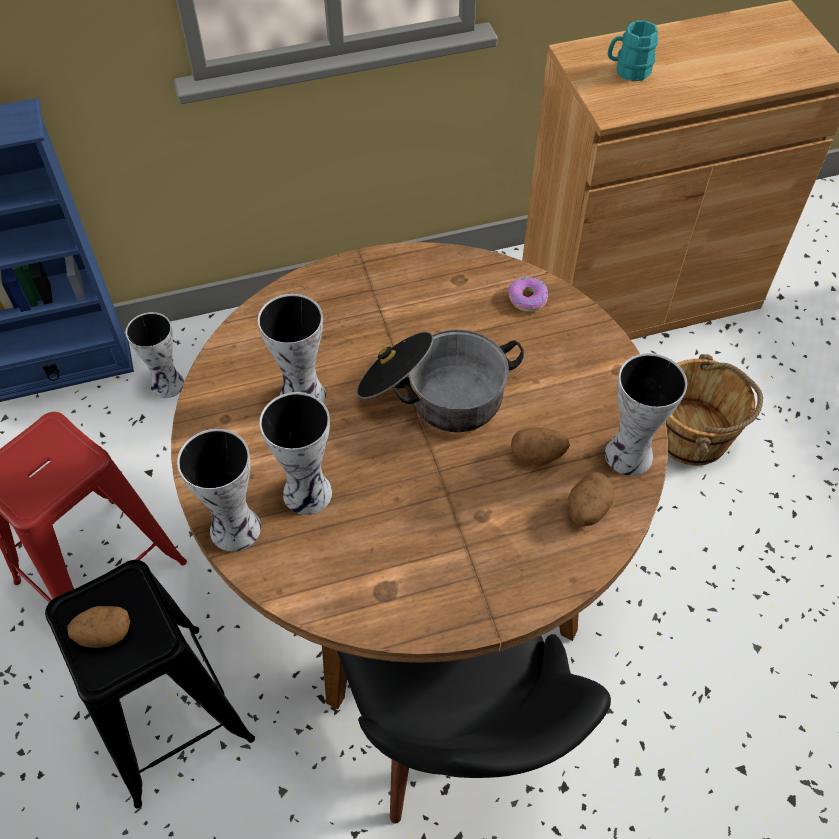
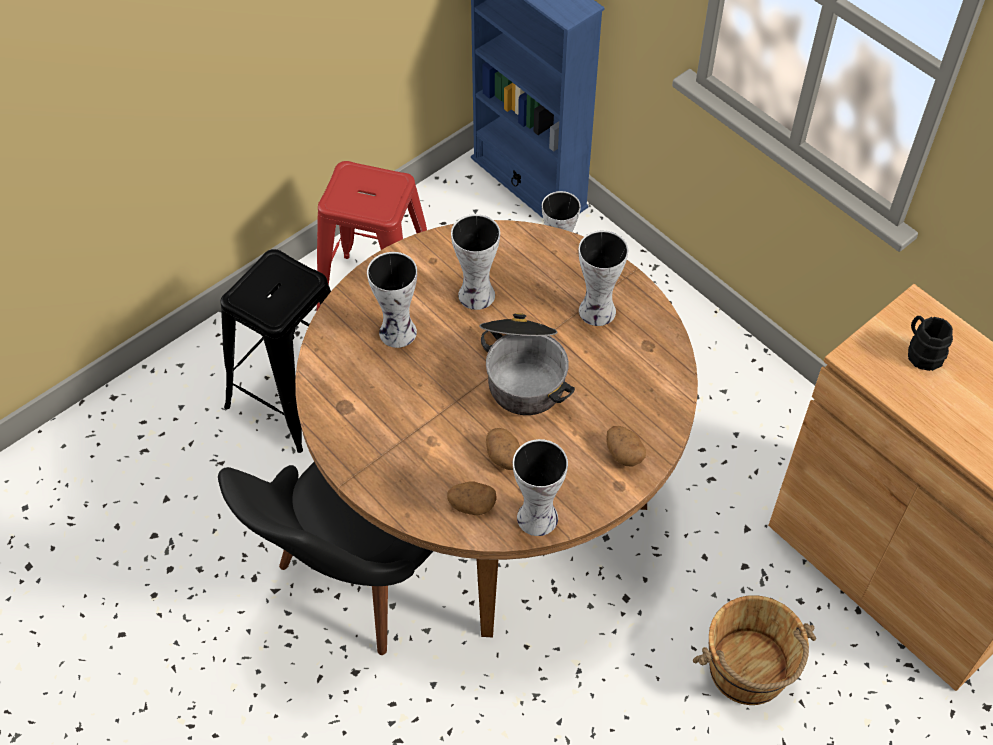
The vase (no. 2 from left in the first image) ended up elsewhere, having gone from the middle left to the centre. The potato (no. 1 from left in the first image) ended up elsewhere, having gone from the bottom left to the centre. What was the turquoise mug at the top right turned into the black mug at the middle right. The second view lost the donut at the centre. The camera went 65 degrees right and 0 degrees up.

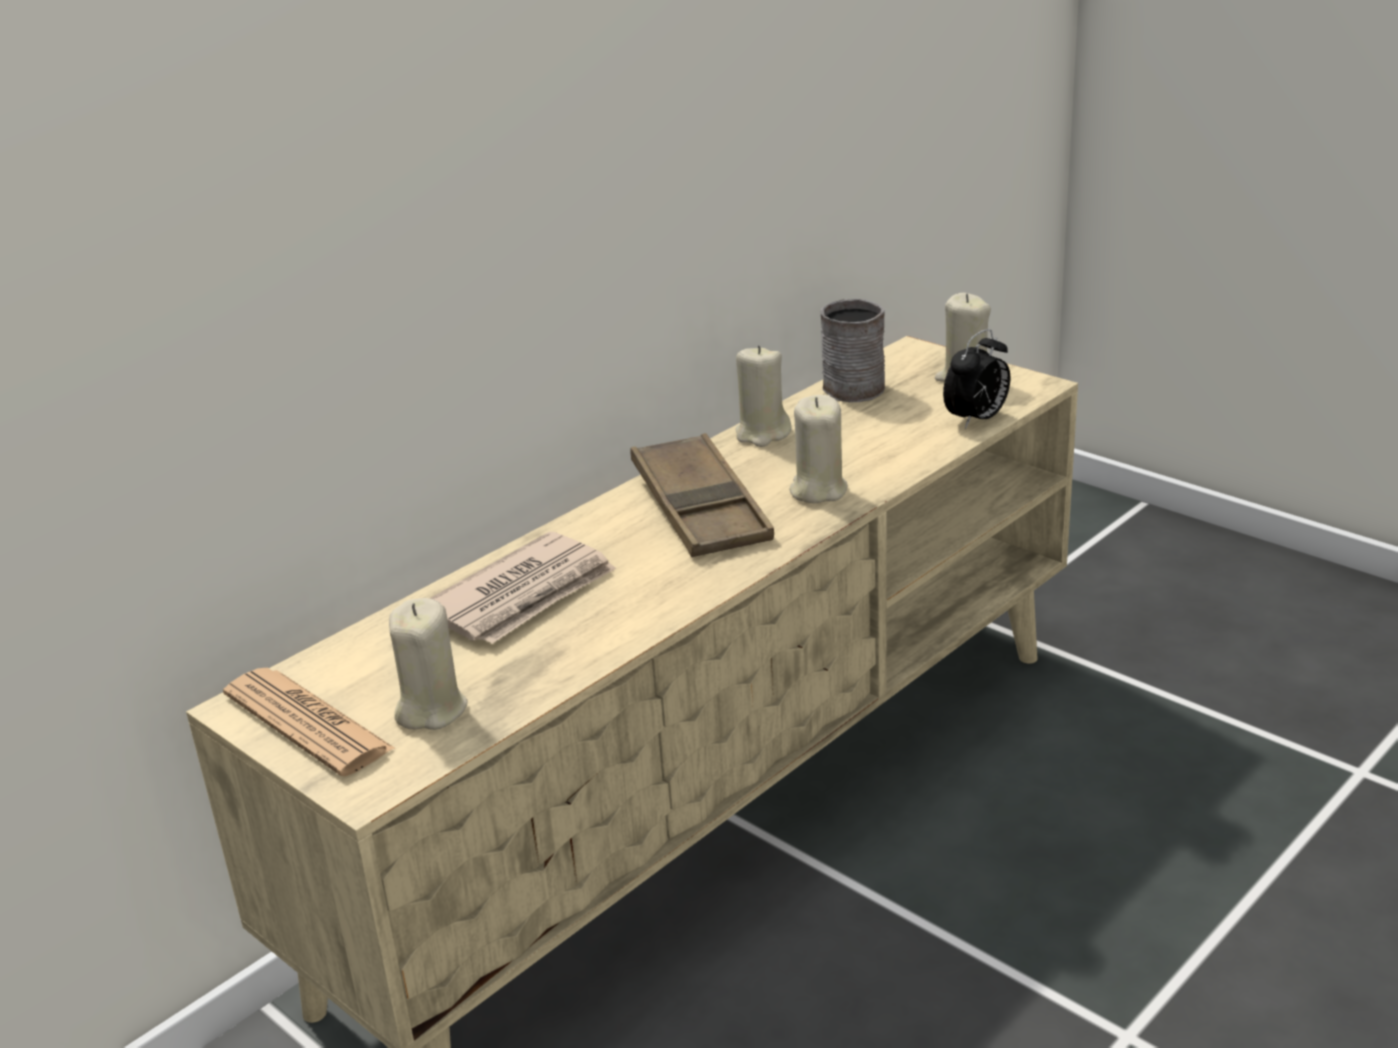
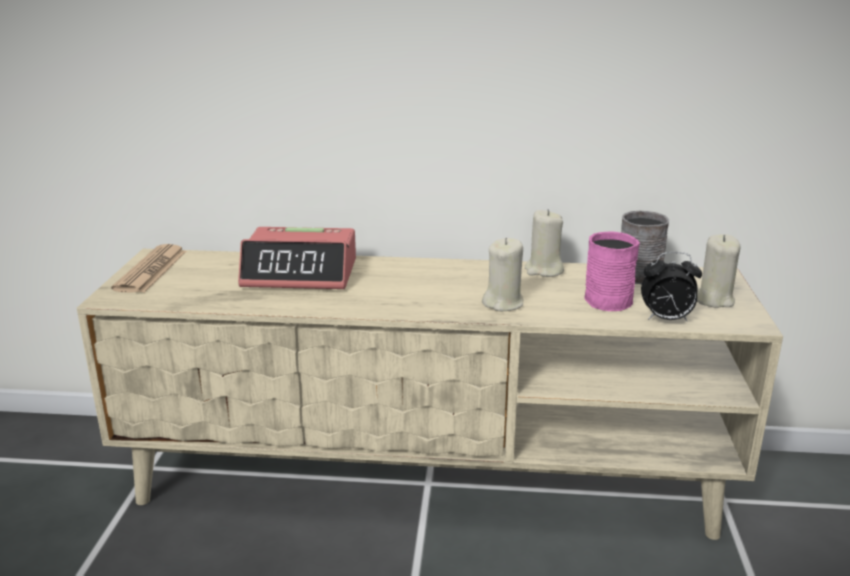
Where the newspaper (no. 2 from left) stood at the centre, the alarm clock (no. 1 from left) came to stand at the centre. The second view gained the pink mug at the middle right. The second view lost the beige candle (no. 1 from left) at the middle left. The second view lost the brown tray at the centre. The camera went 50 degrees right and 5 degrees down.

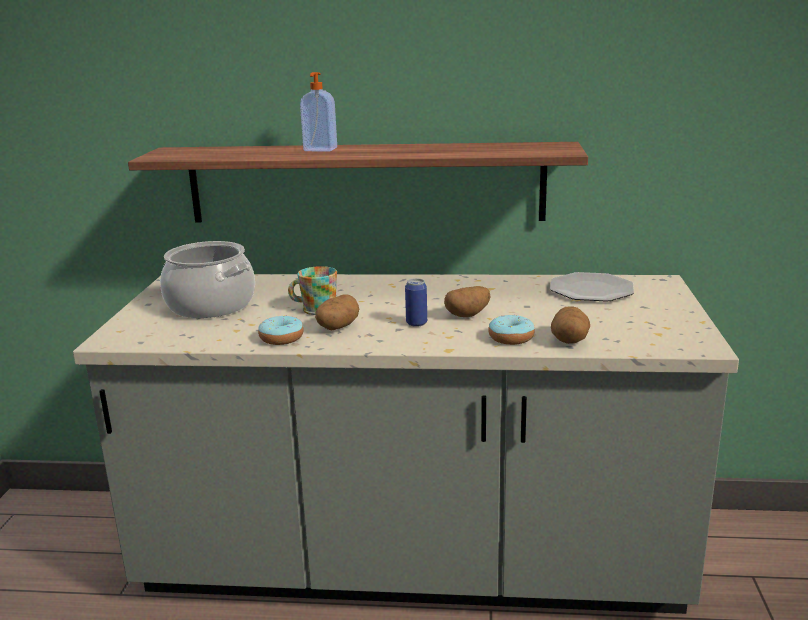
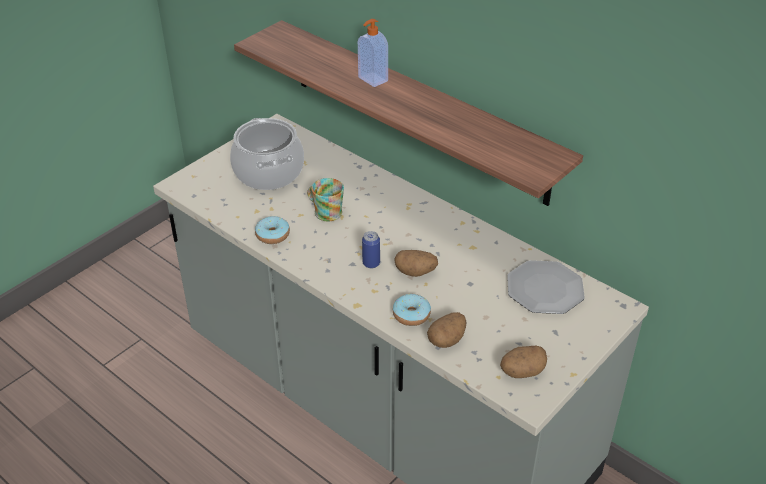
The potato (no. 1 from left in the first image) ended up elsewhere, having gone from the centre to the bottom right. The camera went 35 degrees right and 20 degrees up.

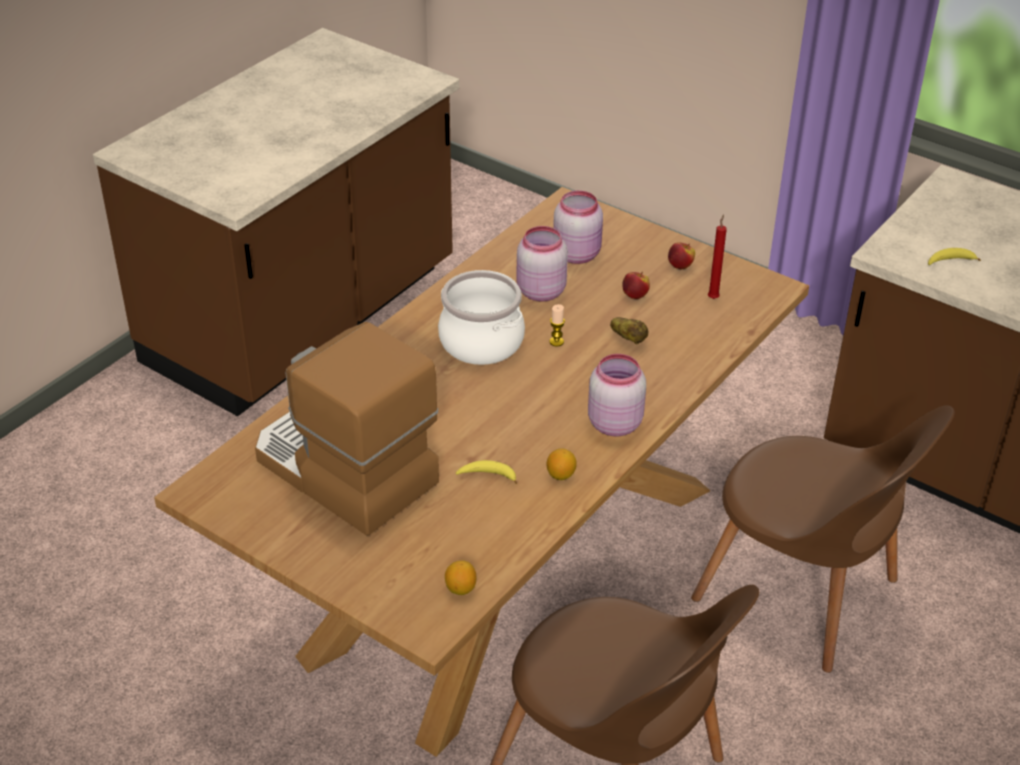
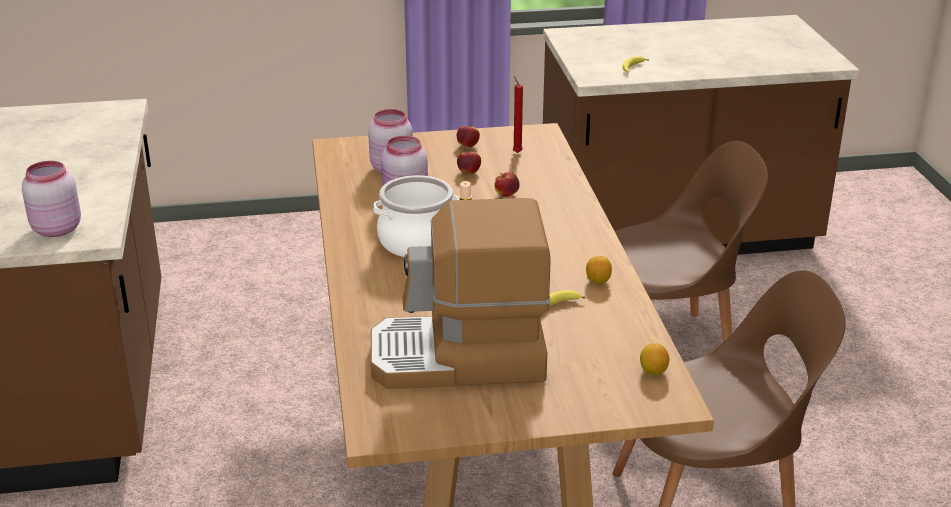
The pink jar (no. 3 from left in the first image) ended up elsewhere, having gone from the centre to the middle left. Where the potato stood at the centre, the apple (no. 3 from left) came to stand at the centre. The camera went 45 degrees left and 10 degrees down.

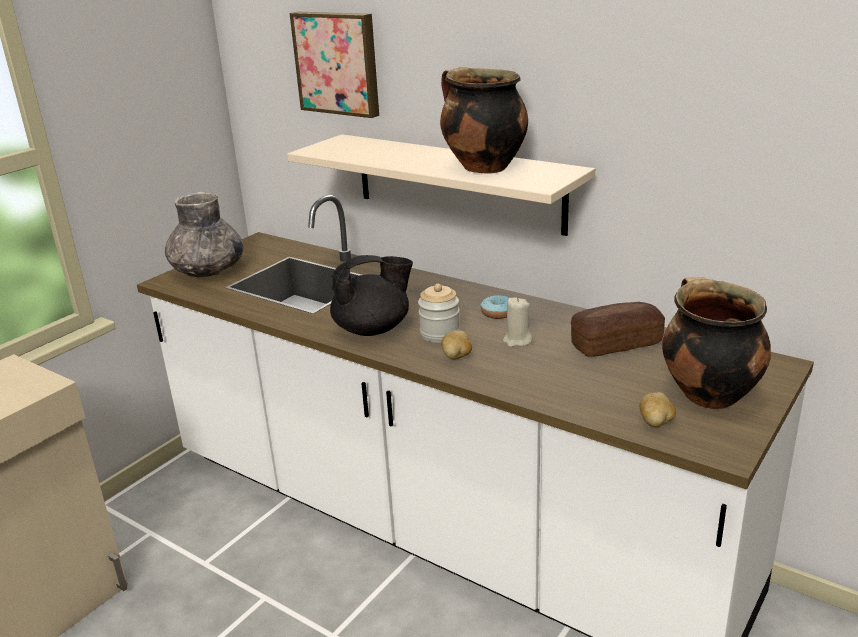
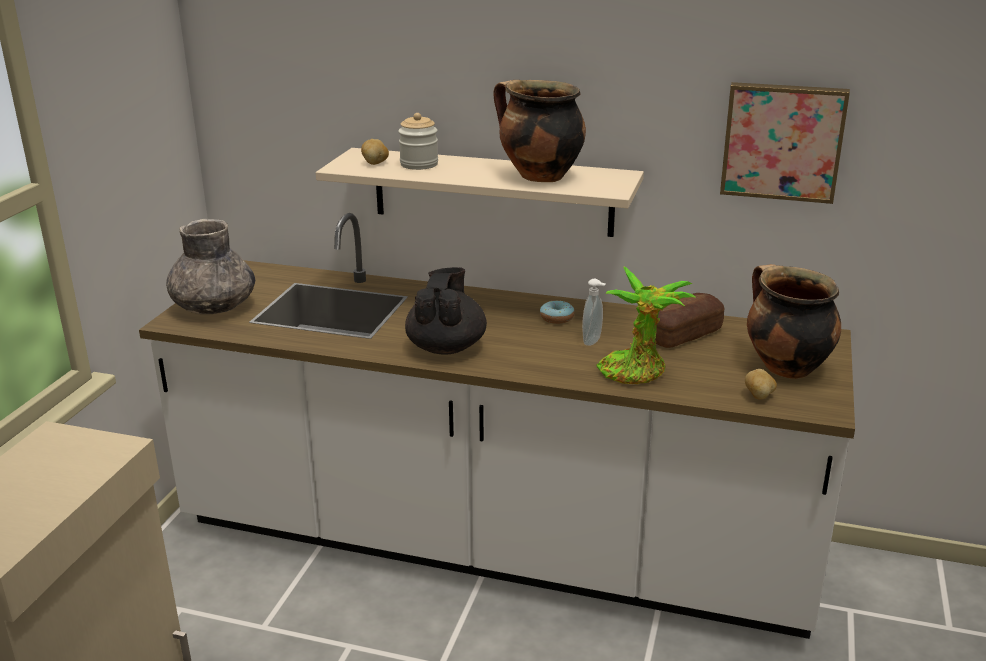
The potato (no. 1 from left) ended up elsewhere, having gone from the centre to the top centre. The jar ended up elsewhere, having gone from the centre to the top centre. The black teapot at the centre ended up facing another way, 45 degrees counterclockwise from before. Where the beige candle stood at the centre, the soap dispenser came to stand at the centre. The second view gained the potted plant at the centre. The picture ended up elsewhere, having gone from the top centre to the top right. The camera went 20 degrees left and 0 degrees up.

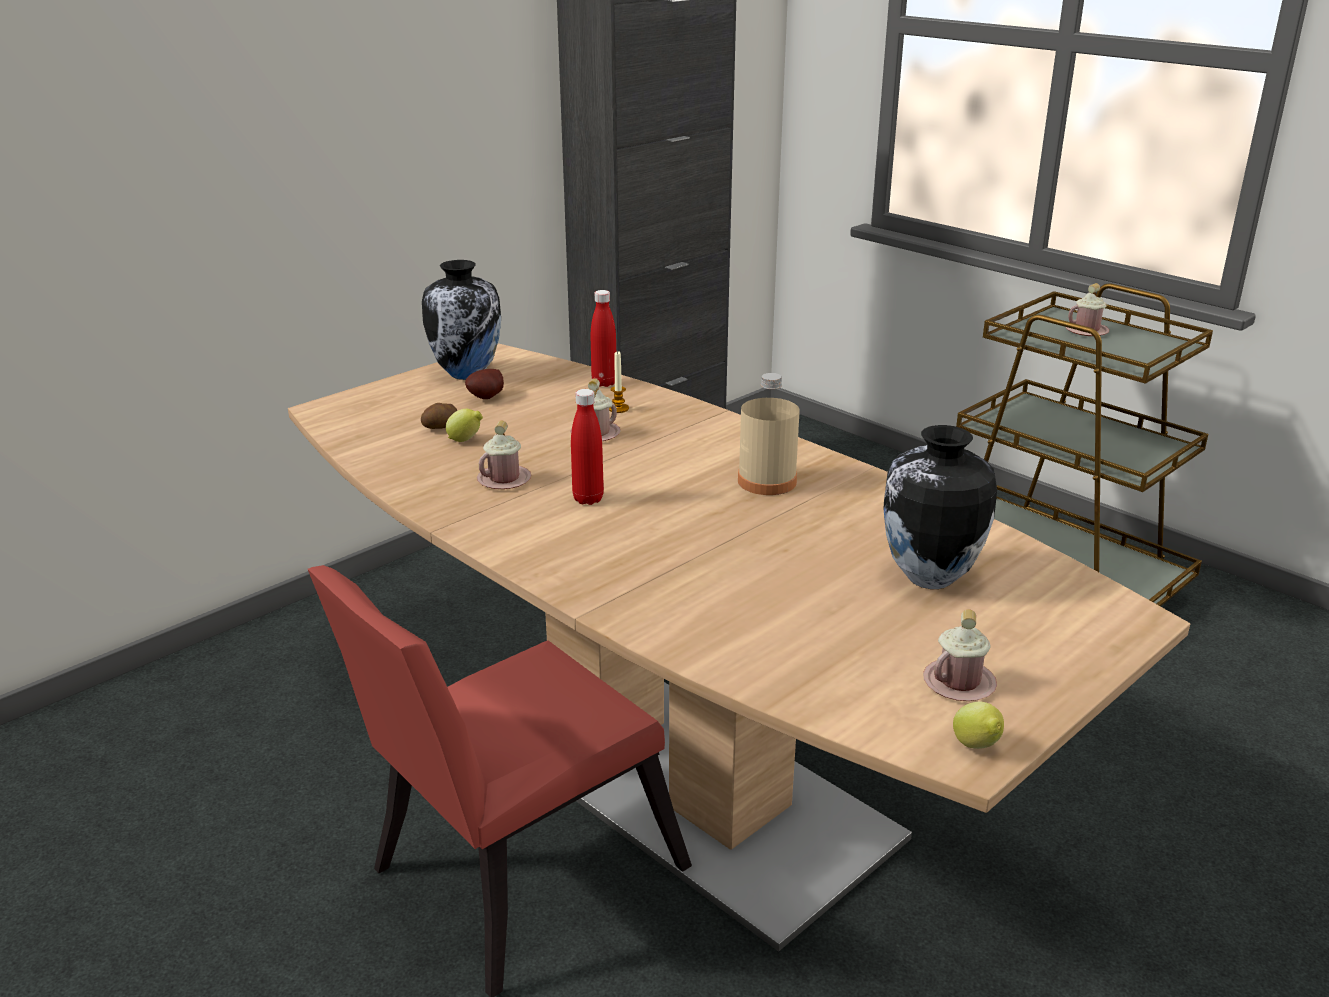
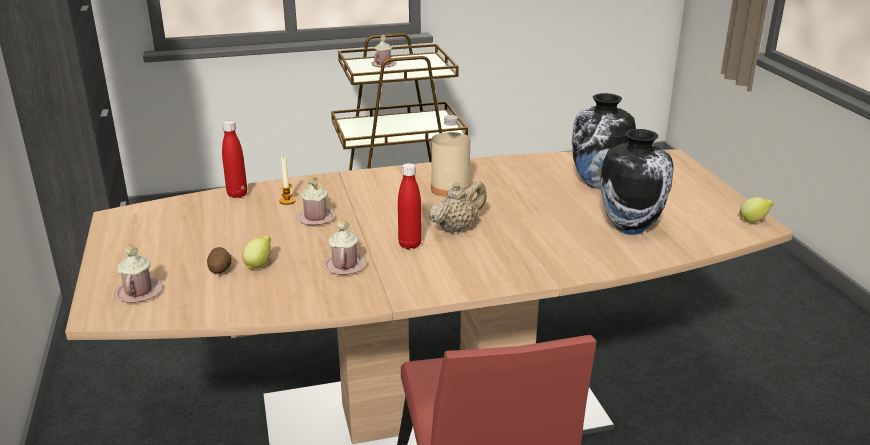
The pink mug (no. 3 from left in the first image) ended up elsewhere, having gone from the middle right to the middle left. The second view gained the beige teapot at the centre. The vase (no. 1 from left in the first image) ended up elsewhere, having gone from the top centre to the middle right. The second view lost the potato (no. 2 from left) at the centre. The camera went 60 degrees left and 0 degrees up.

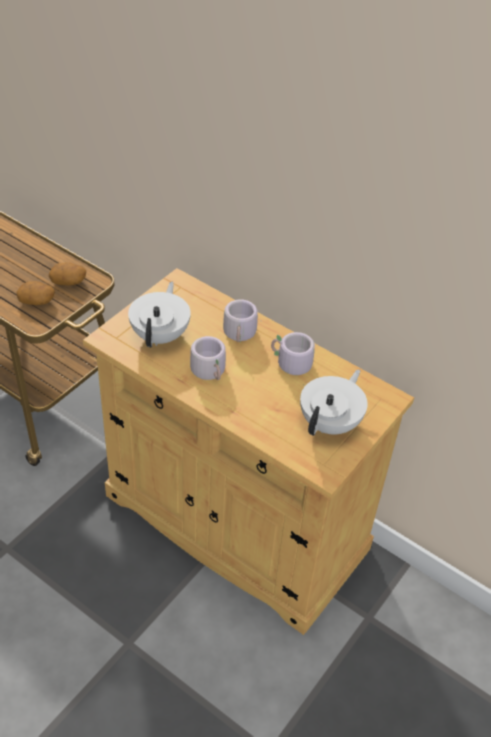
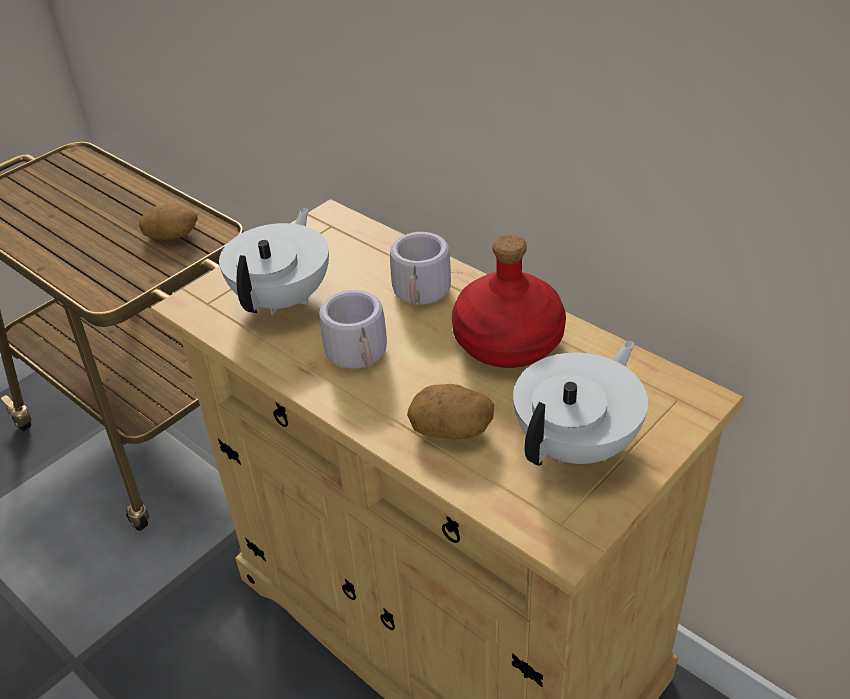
The potato (no. 1 from left in the first image) ended up elsewhere, having gone from the middle left to the centre. Where the grey mug (no. 3 from left) stood at the centre, the red bottle came to stand at the centre. The camera went 10 degrees right and 5 degrees down.

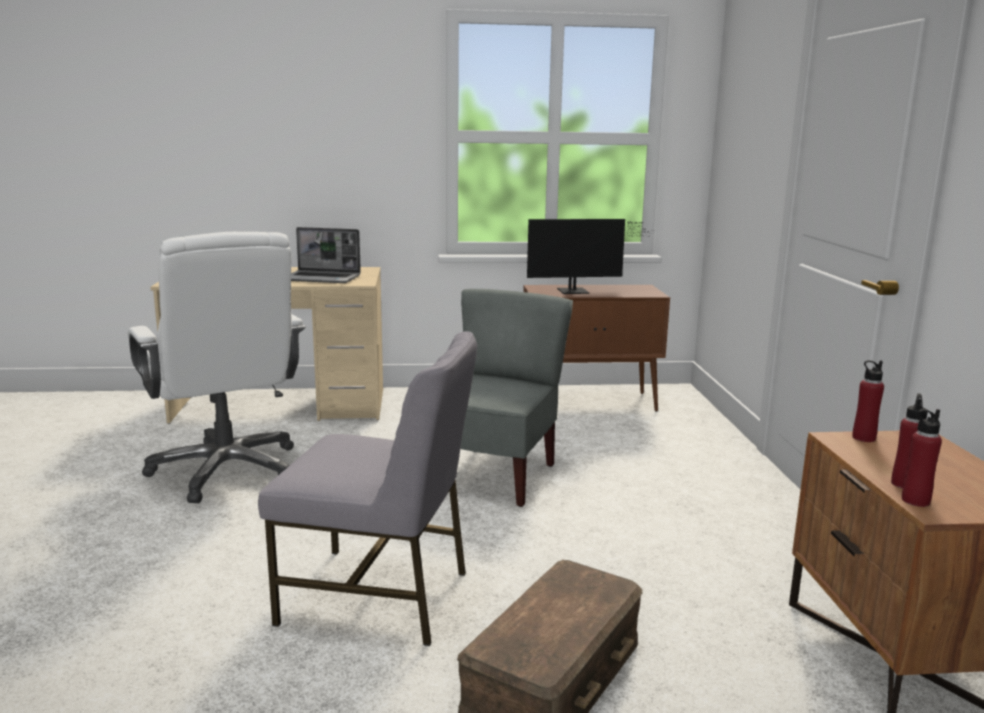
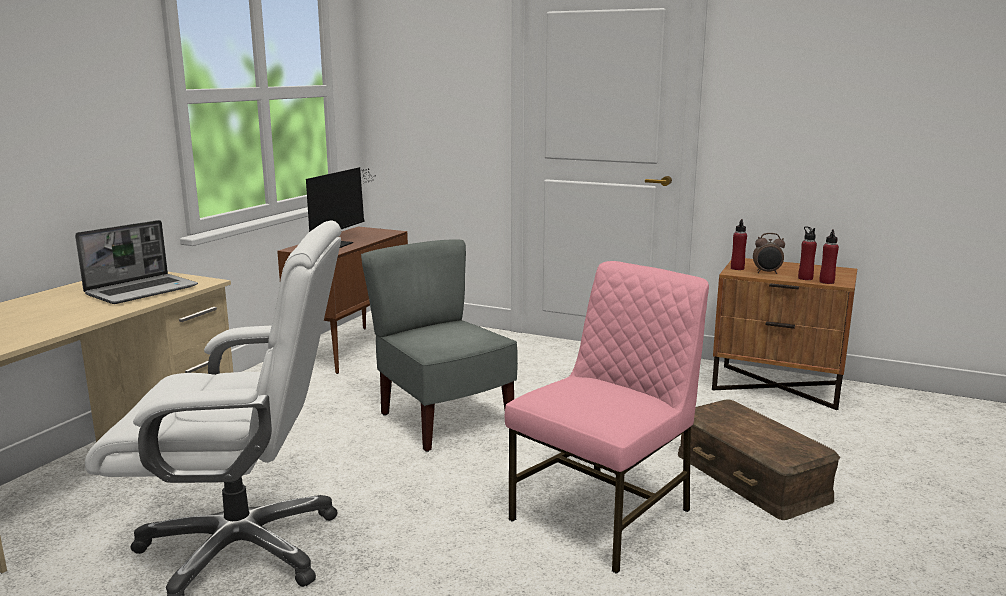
What was the grey chair (no. 1 from left) at the bottom centre turned into the pink chair at the bottom centre. The second view gained the alarm clock at the middle right. The camera went 60 degrees left and 0 degrees up.

